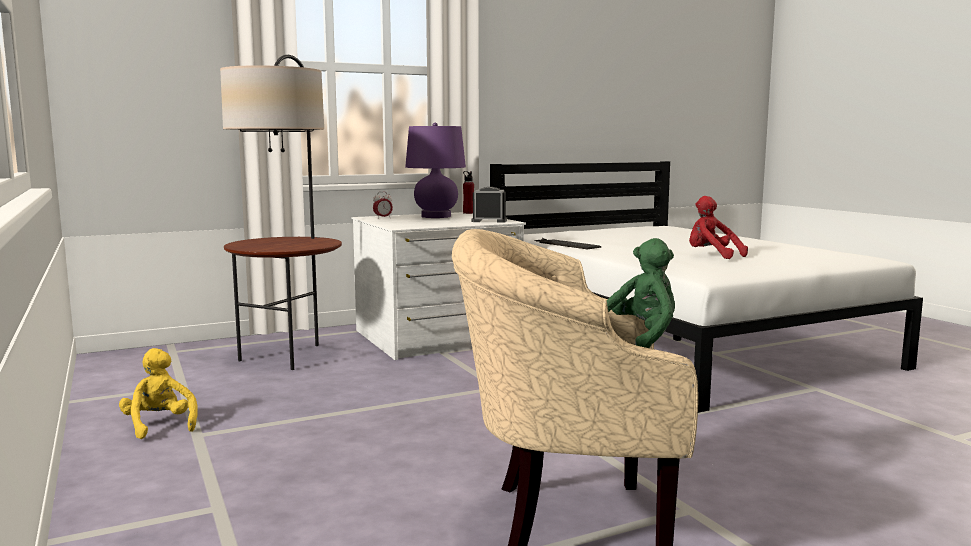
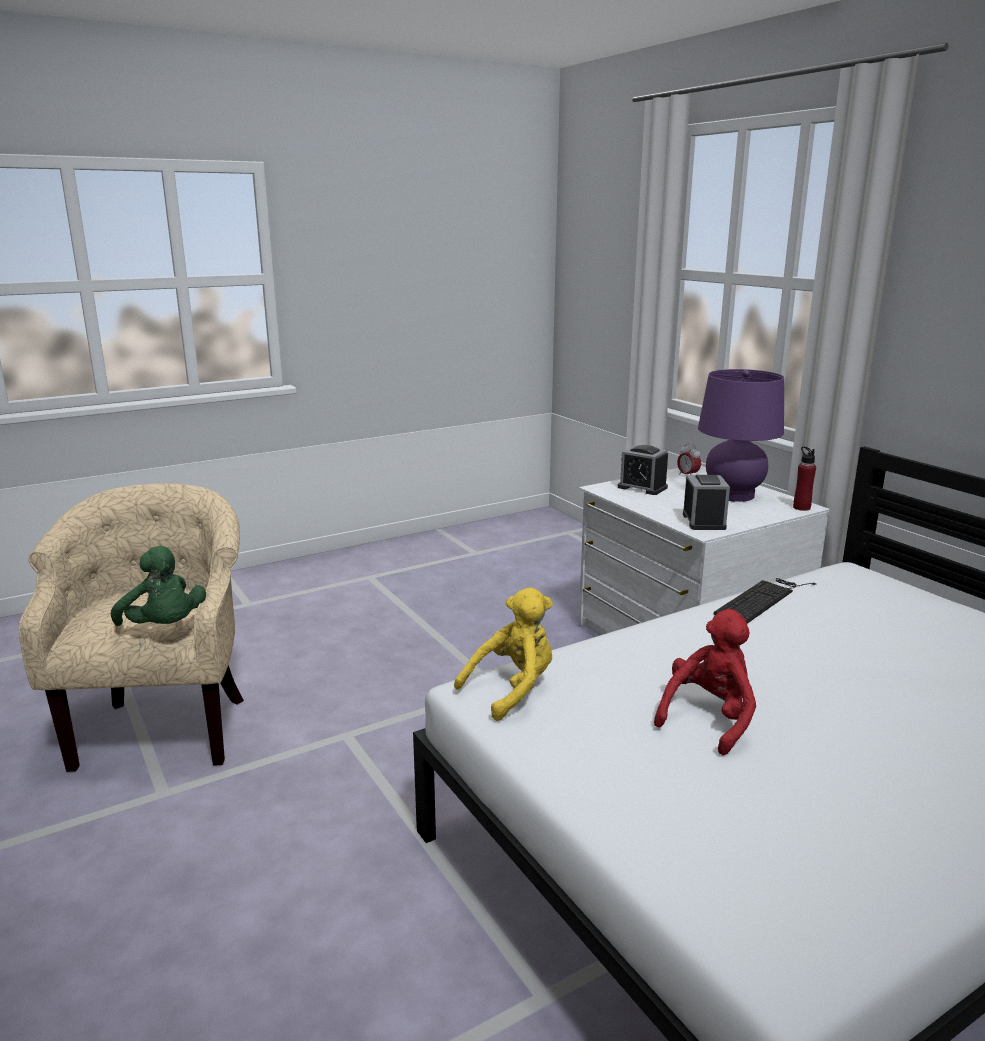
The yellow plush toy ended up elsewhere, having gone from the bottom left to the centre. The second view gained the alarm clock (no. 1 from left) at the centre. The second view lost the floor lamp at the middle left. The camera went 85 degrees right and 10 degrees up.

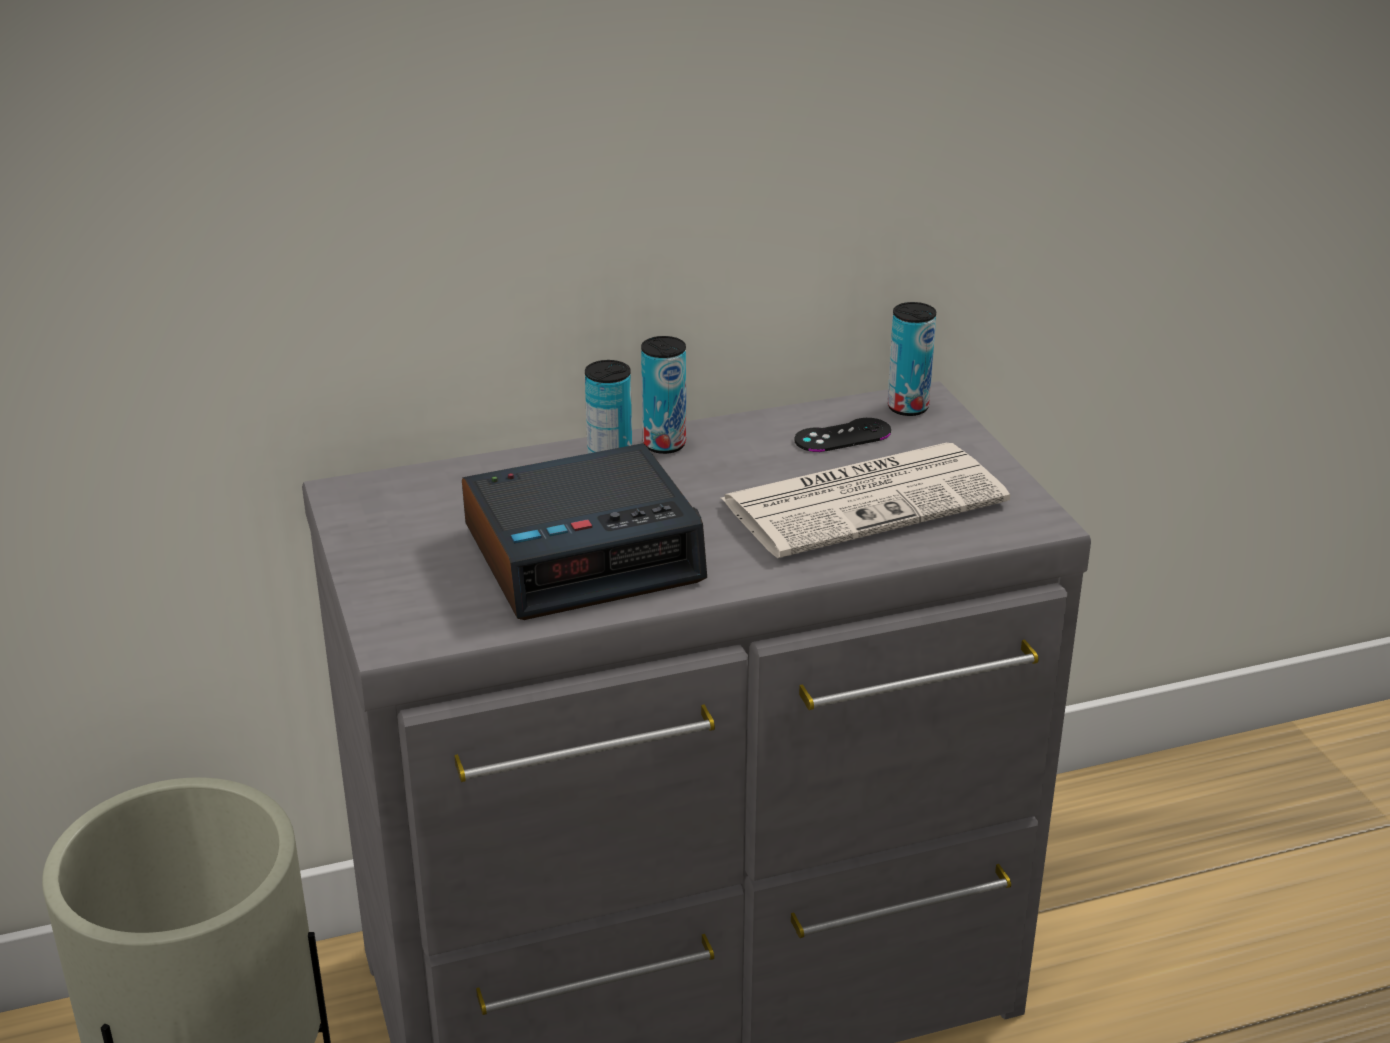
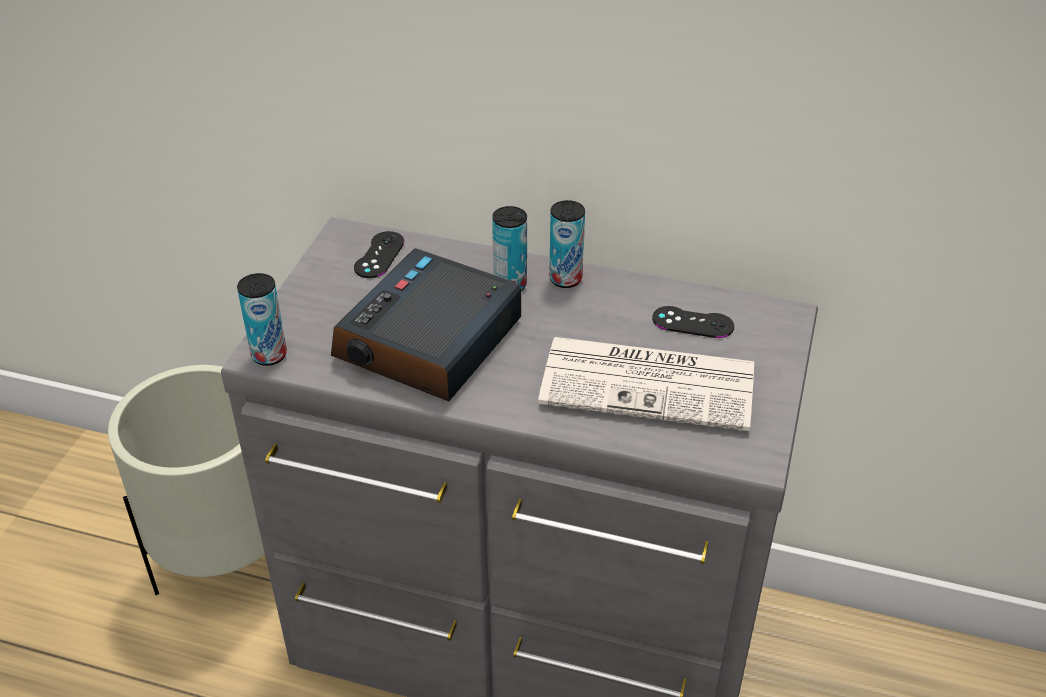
The can (no. 3 from left in the first image) ended up elsewhere, having gone from the centre to the middle left. The alarm clock at the centre ended up facing another way, 105 degrees clockwise from before. The second view gained the black game controller (no. 1 from left) at the centre. The camera went 35 degrees right and 10 degrees up.

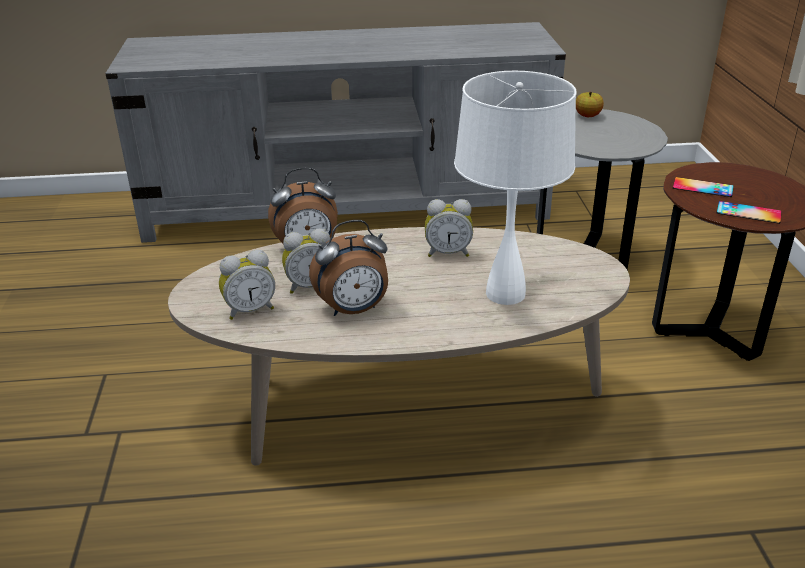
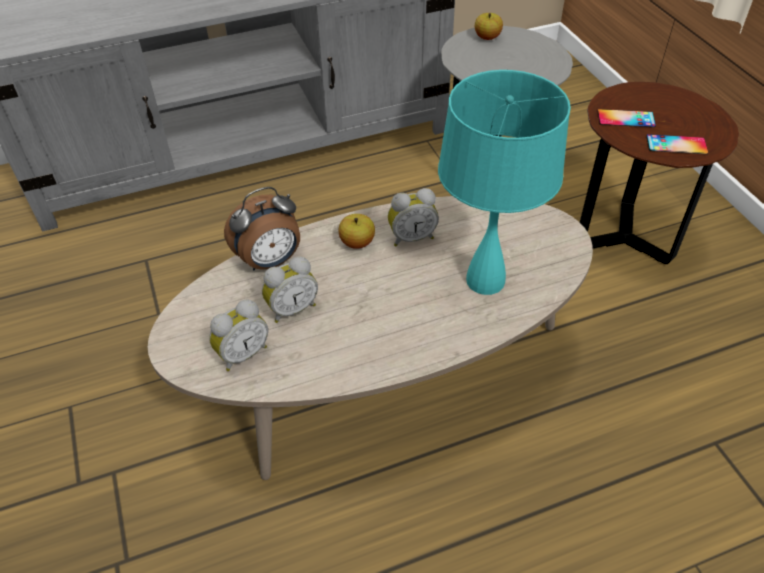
The second view gained the apple (no. 1 from left) at the centre. What was the white table lamp at the top centre turned into the turquoise table lamp at the top centre. The second view lost the alarm clock (no. 4 from left) at the centre. The camera went 15 degrees left and 15 degrees up.

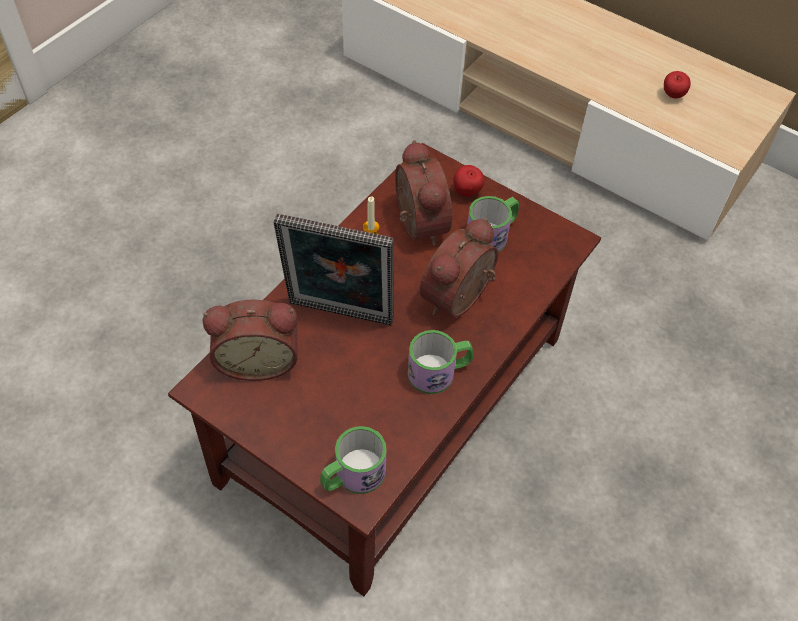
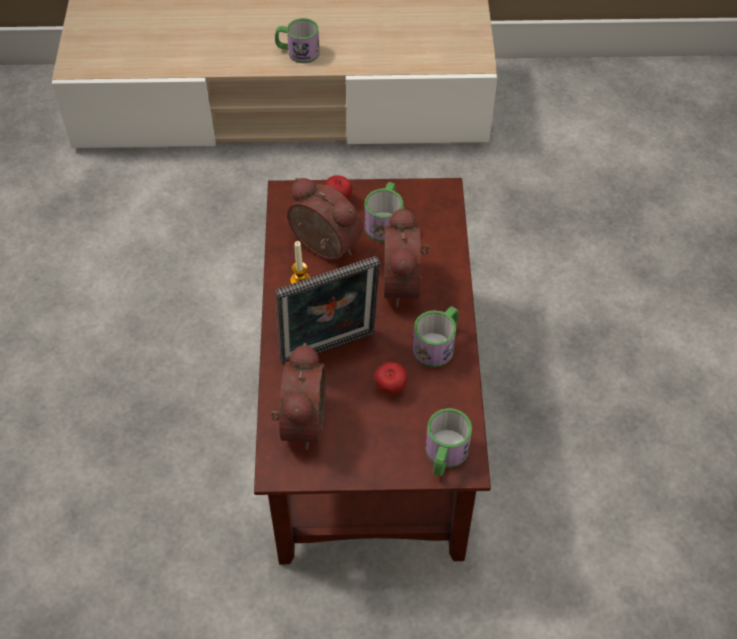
The alarm clock (no. 1 from left) at the middle left ended up facing another way, 45 degrees counterclockwise from before. The second view gained the mug (no. 1 from left) at the top centre. The apple (no. 2 from left) ended up elsewhere, having gone from the top right to the centre. The camera went 35 degrees left and 0 degrees up.

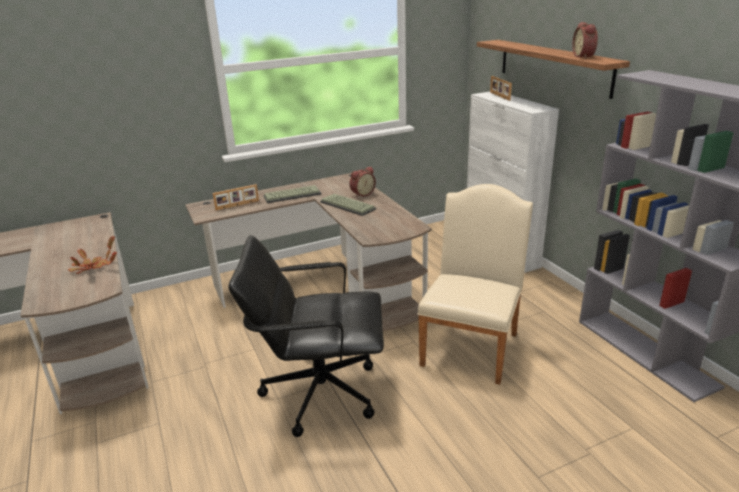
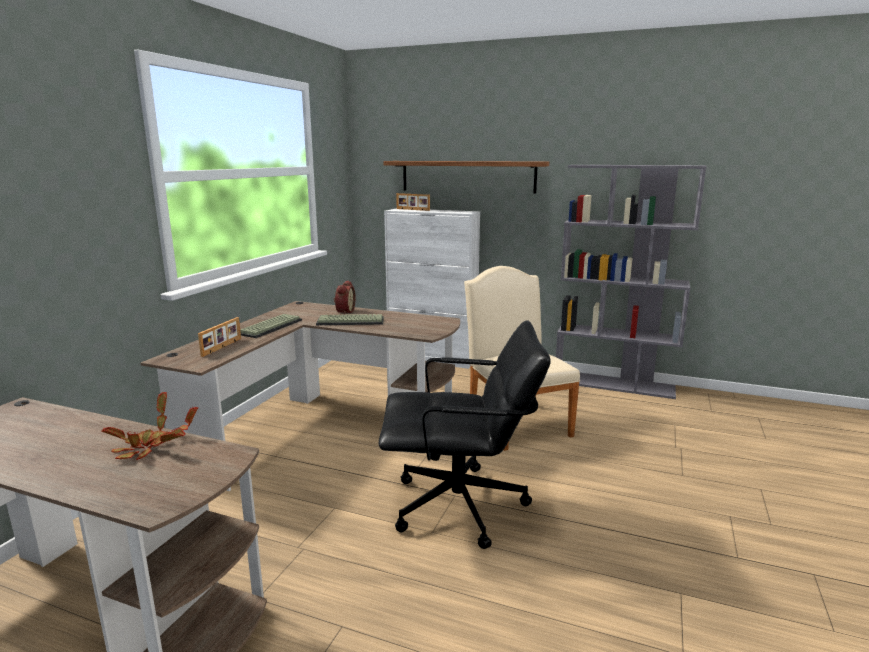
The black office chair at the bottom centre ended up facing another way, 135 degrees counterclockwise from before. The second view lost the alarm clock (no. 2 from left) at the top right. The camera went 45 degrees left and 10 degrees down.

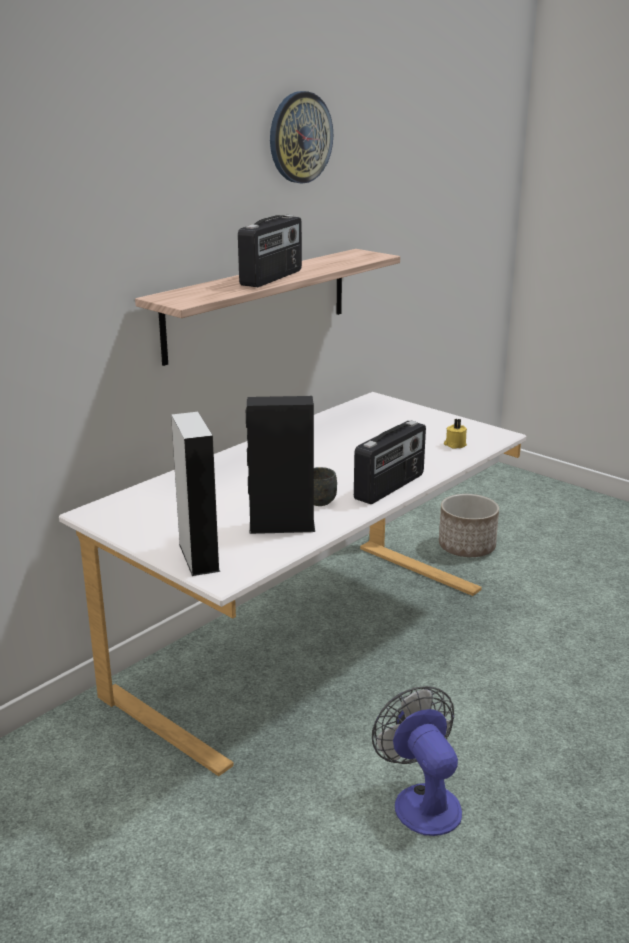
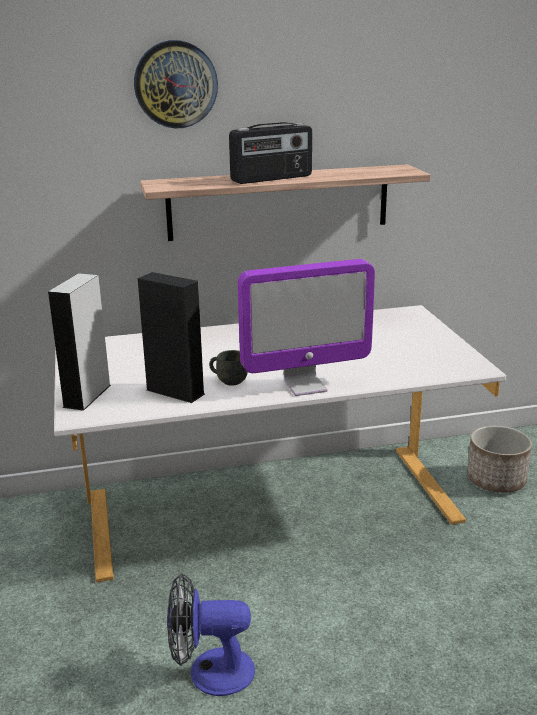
The wall clock ended up elsewhere, having gone from the top centre to the top left. The fan at the bottom centre ended up facing another way, 105 degrees counterclockwise from before. Where the radio (no. 2 from left) stood at the centre, the monitor came to stand at the centre. The second view lost the yellow candle at the middle right. The camera went 35 degrees right and 0 degrees up.

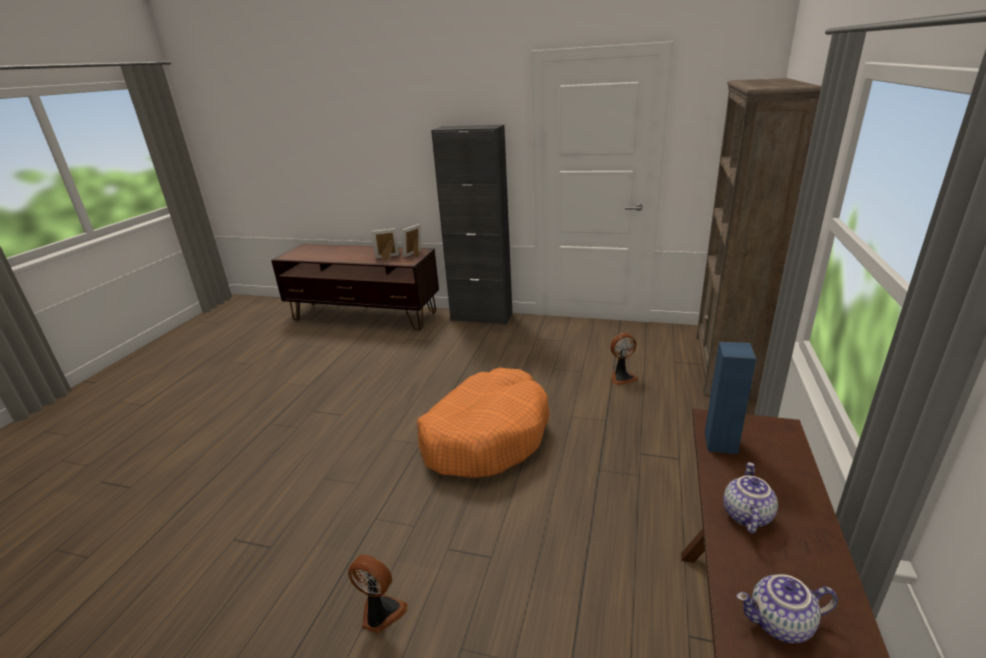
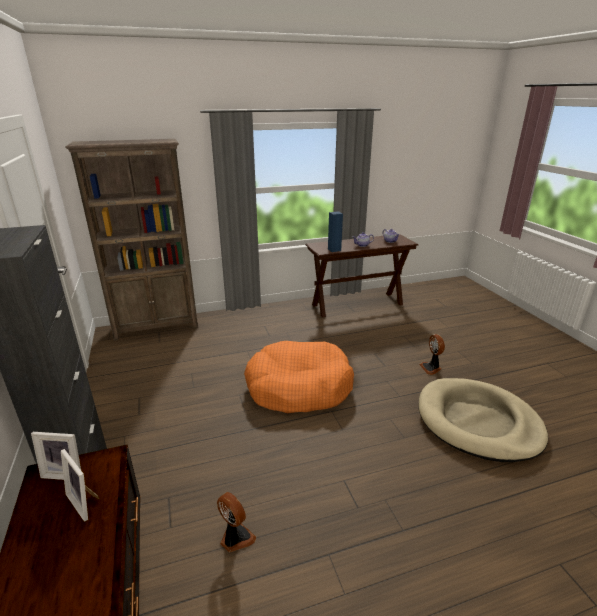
The fan (no. 2 from left in the first image) ended up elsewhere, having gone from the centre to the bottom centre. The second view gained the beige dog bed at the bottom right. The camera went 125 degrees left and 0 degrees up.

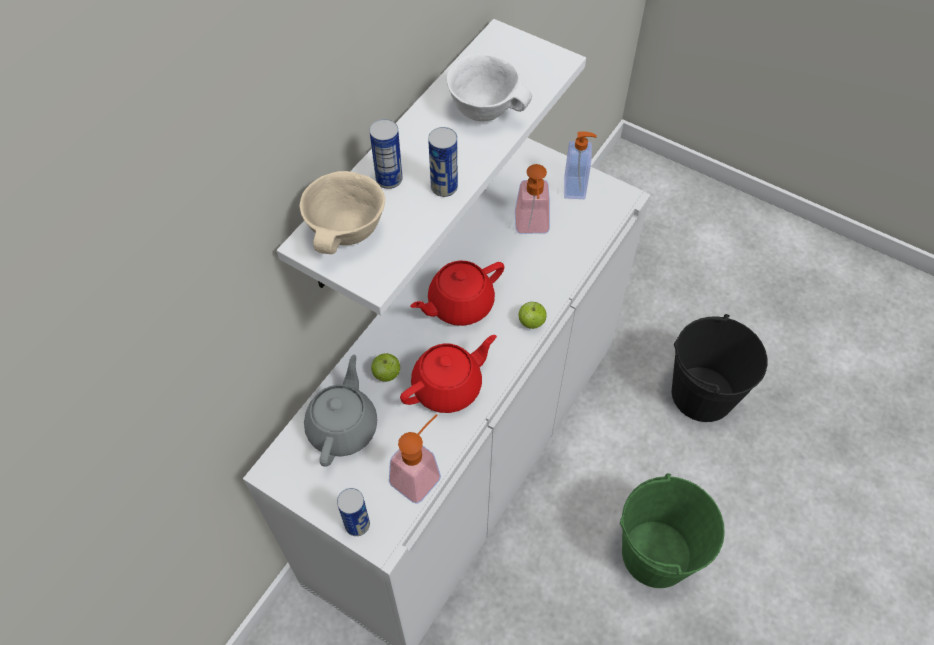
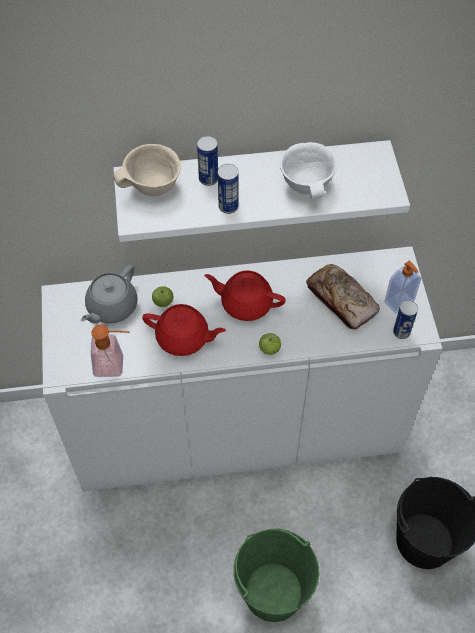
The grey teapot at the centre ended up facing another way, 150 degrees clockwise from before. Where the soap dispenser (no. 2 from left) stood at the top centre, the bread came to stand at the middle right. The can (no. 1 from left in the first image) ended up elsewhere, having gone from the bottom centre to the middle right. The camera went 50 degrees right and 0 degrees up.

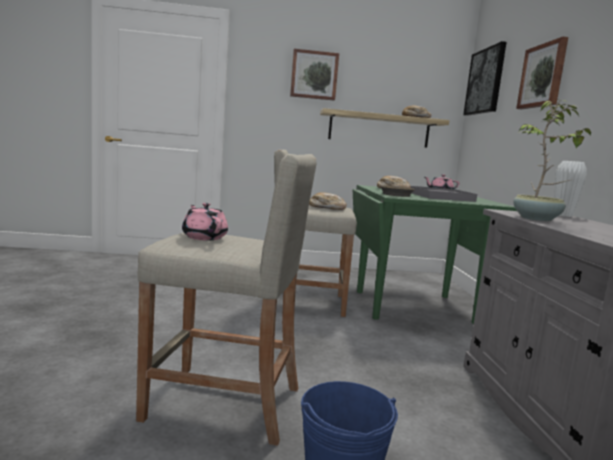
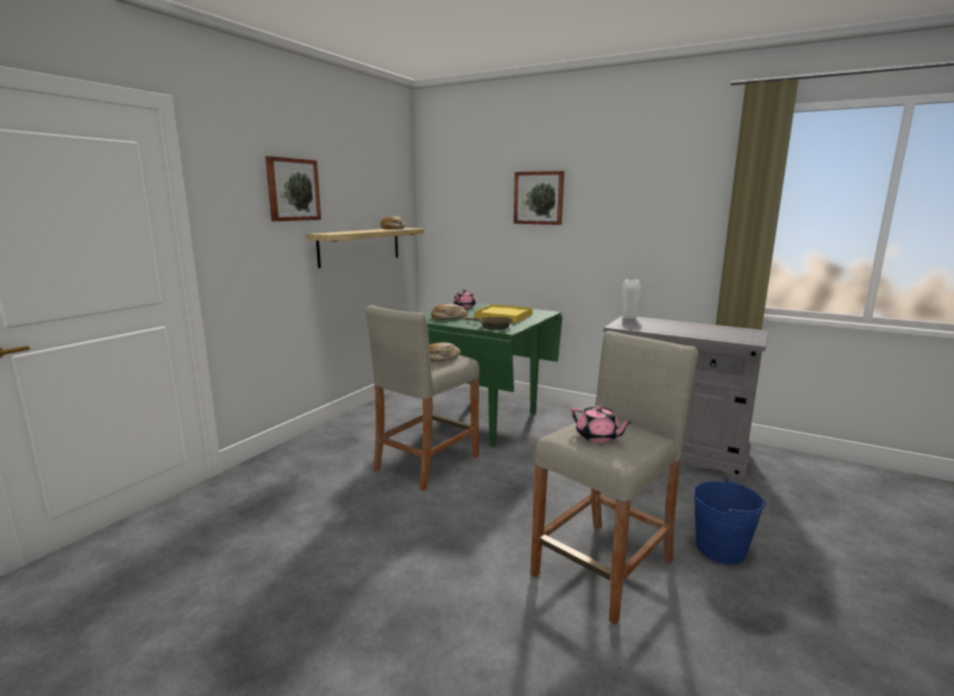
What was the grey tray at the middle right turned into the yellow tray at the centre. The pink teapot (no. 1 from left in the first image) at the centre ended up facing another way, 135 degrees counterclockwise from before. The second view lost the picture (no. 2 from left) at the top right. The second view lost the potted plant at the middle right. The camera went 55 degrees left and 5 degrees up.

